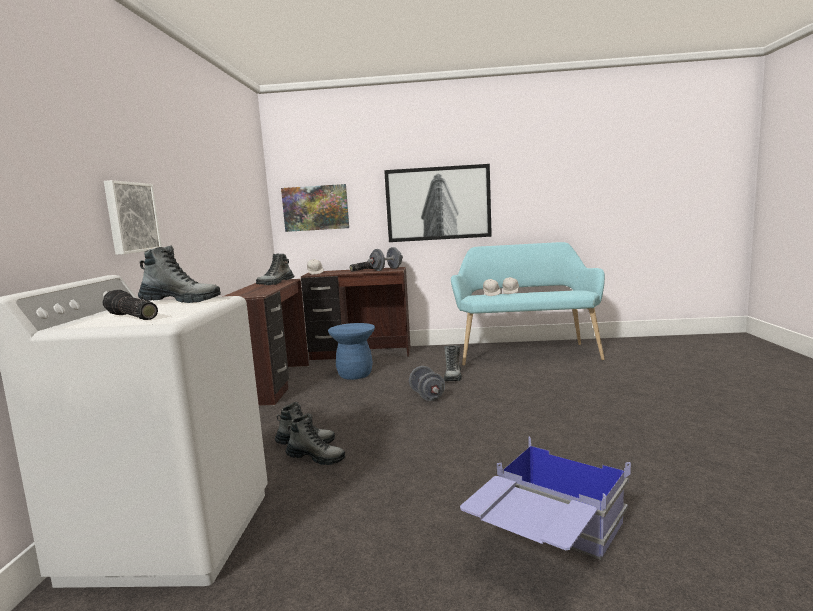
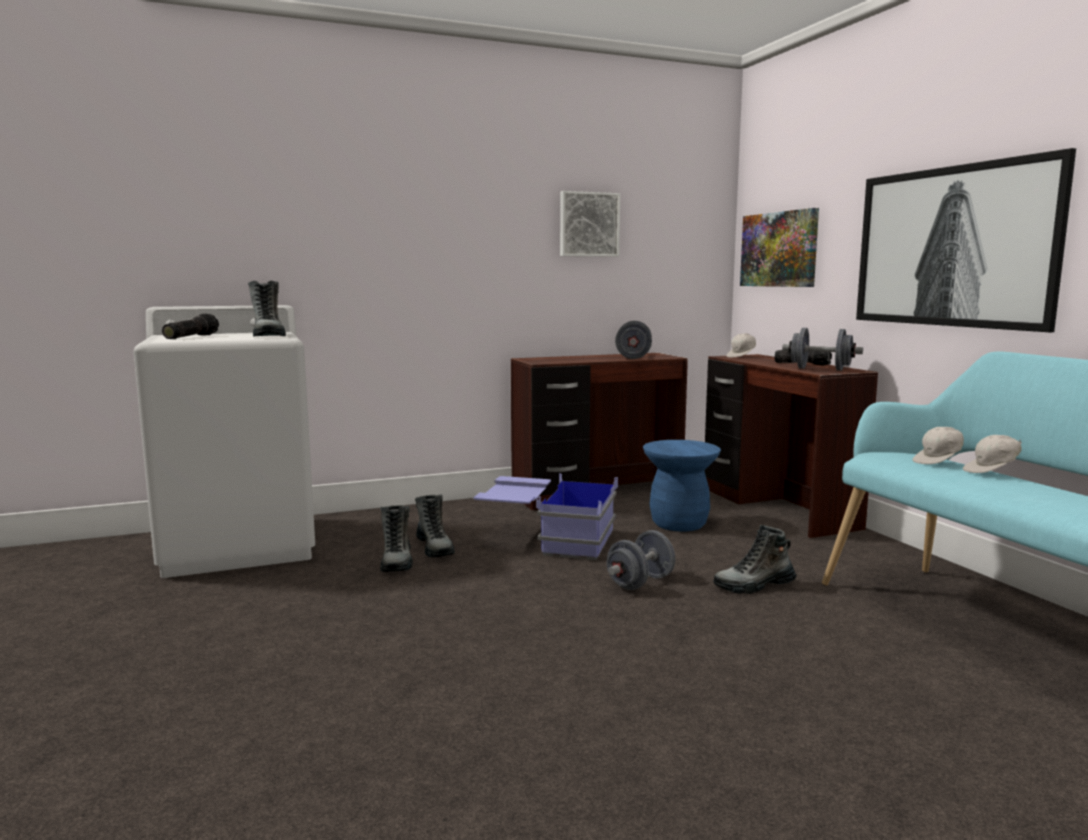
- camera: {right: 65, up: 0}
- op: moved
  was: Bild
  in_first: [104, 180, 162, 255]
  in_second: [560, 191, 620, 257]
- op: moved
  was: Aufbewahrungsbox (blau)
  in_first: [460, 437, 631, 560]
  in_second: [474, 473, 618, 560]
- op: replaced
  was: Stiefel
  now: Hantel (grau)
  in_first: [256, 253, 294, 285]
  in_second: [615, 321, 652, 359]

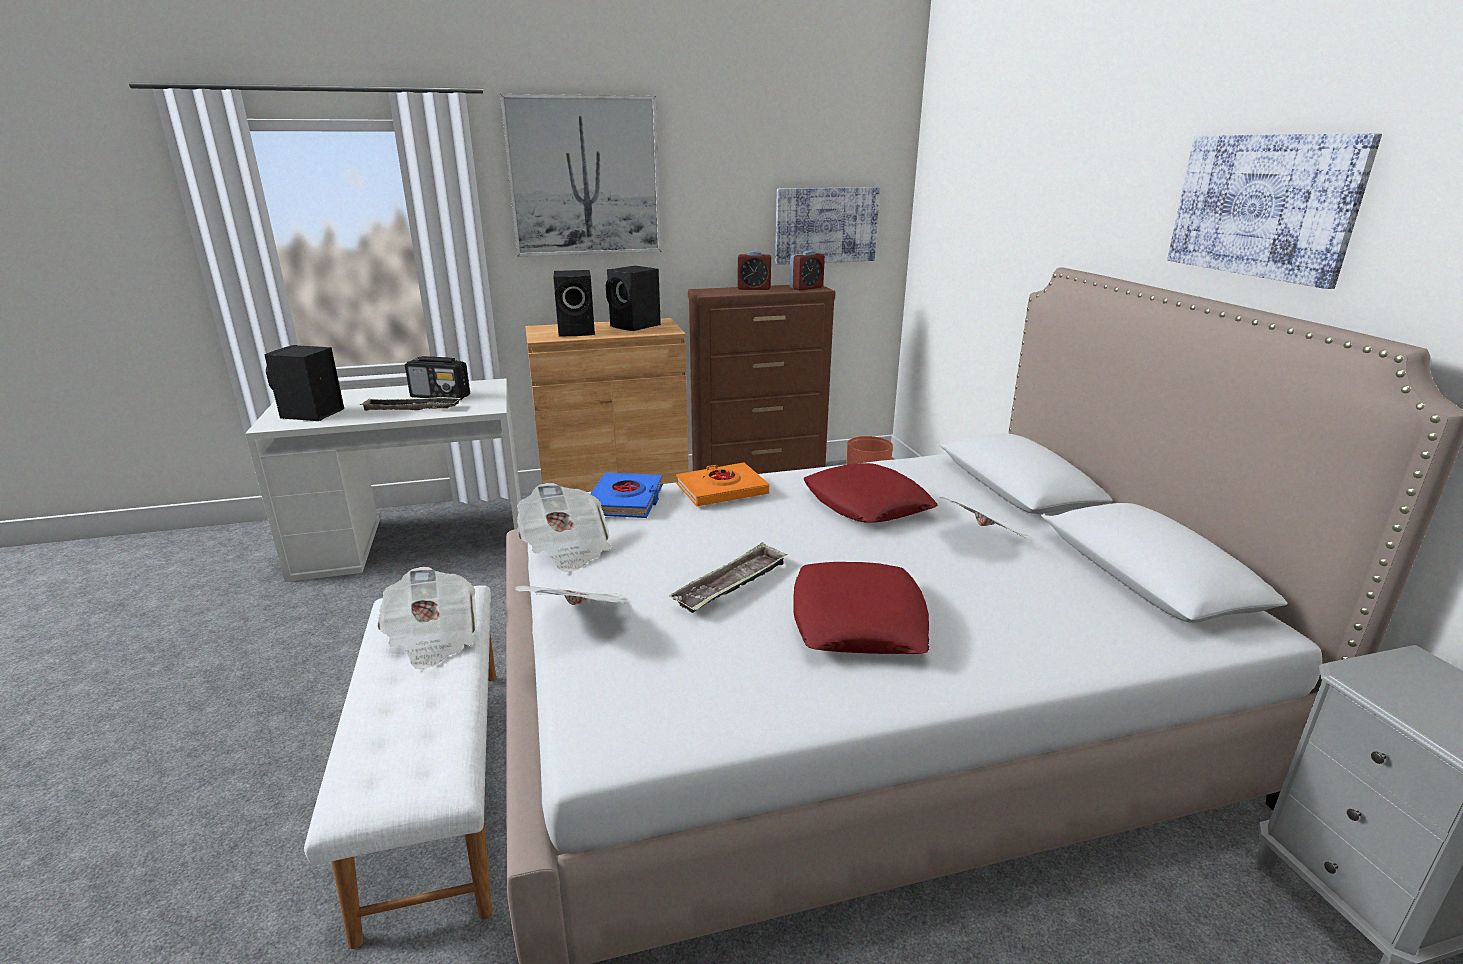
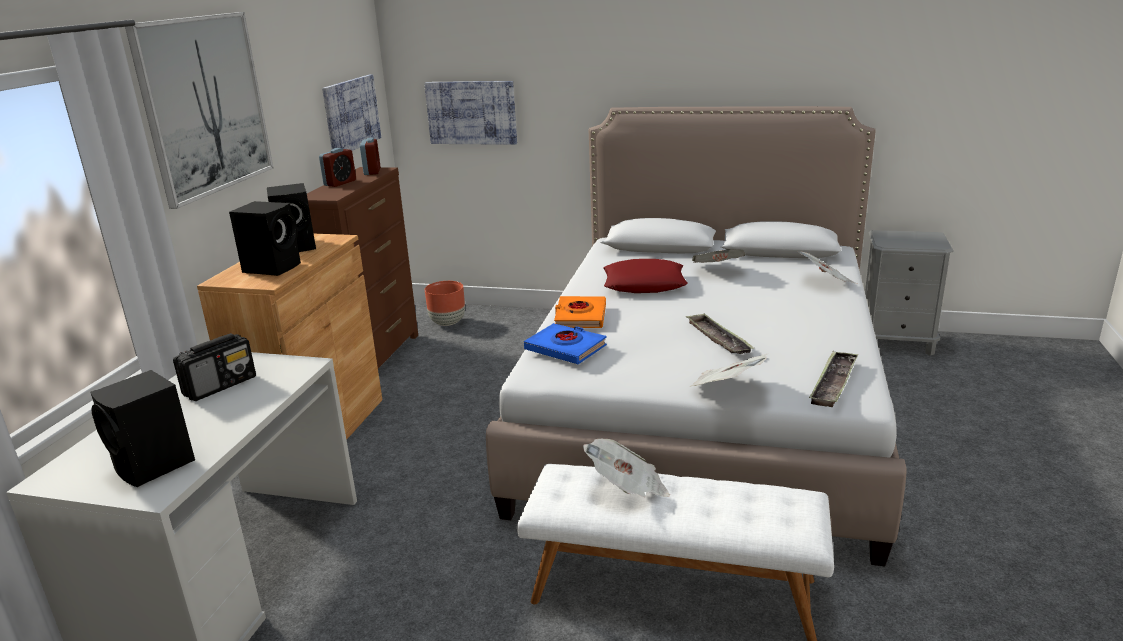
- camera: {right: -60, up: 0}
- op: removed
  was: Kissen (rot)
  in_first: [793, 562, 929, 654]
- op: moved
  was: Tablett
  in_first: [359, 397, 461, 411]
  in_second: [809, 352, 858, 407]
- op: moved
  was: Zeitung
  in_first: [517, 483, 611, 573]
  in_second: [796, 251, 857, 284]
- op: moved
  was: Bild
  in_first: [1167, 134, 1382, 289]
  in_second: [424, 81, 517, 145]

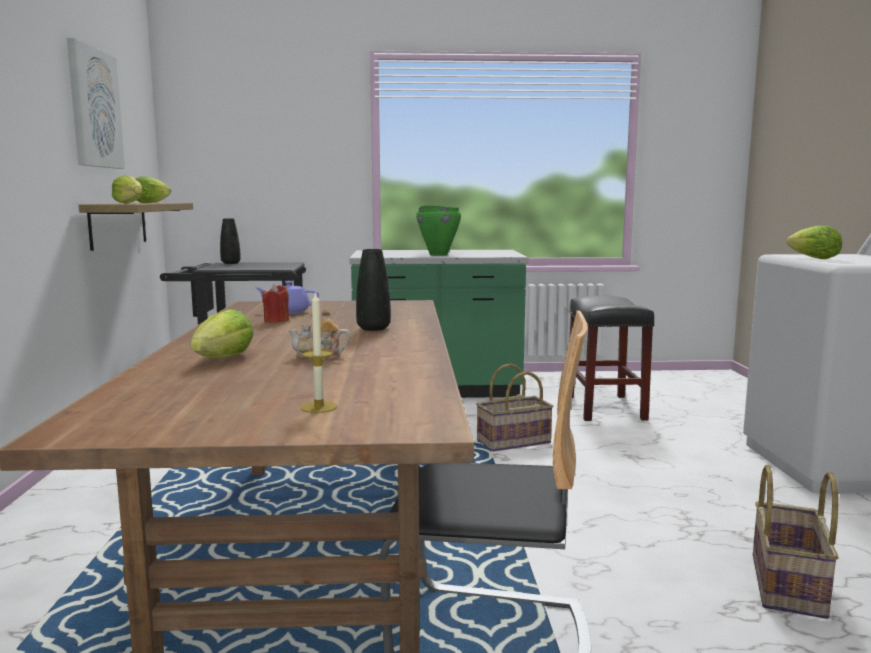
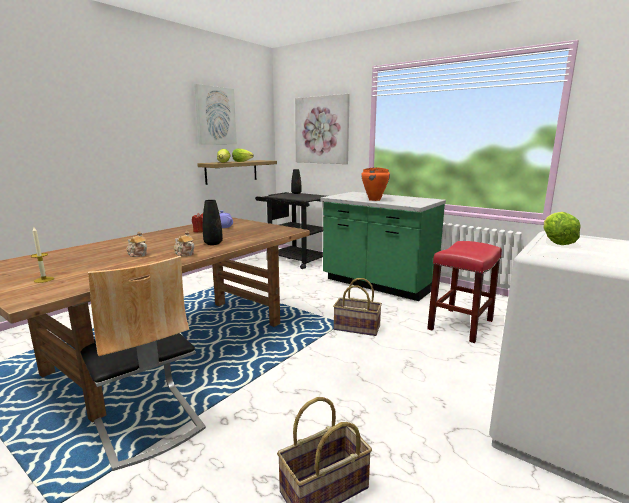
- camera: {right: 40, up: 5}
- op: removed
  was: Salatkopf
  in_first: [191, 309, 254, 358]
- op: added
  now: Teekanne
  in_second: [174, 231, 194, 256]
- op: added
  now: Bild
  in_second: [295, 94, 350, 164]
- op: recoloured
  was: Kochtopf (grün)
  now: Kochtopf (orange)
  in_first: [416, 205, 461, 256]
  in_second: [361, 167, 390, 201]
- op: recoloured
  was: Hocker (schwarz)
  now: Hocker (rot)
  in_first: [569, 296, 654, 421]
  in_second: [427, 241, 502, 343]

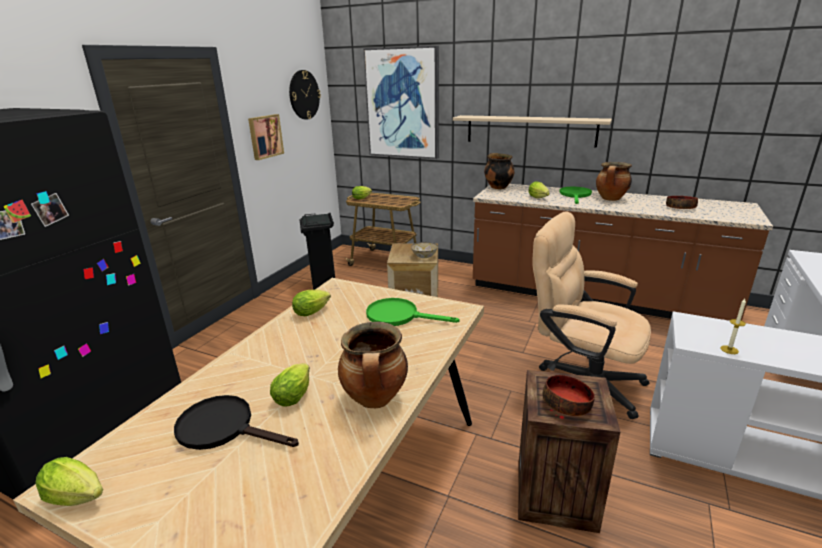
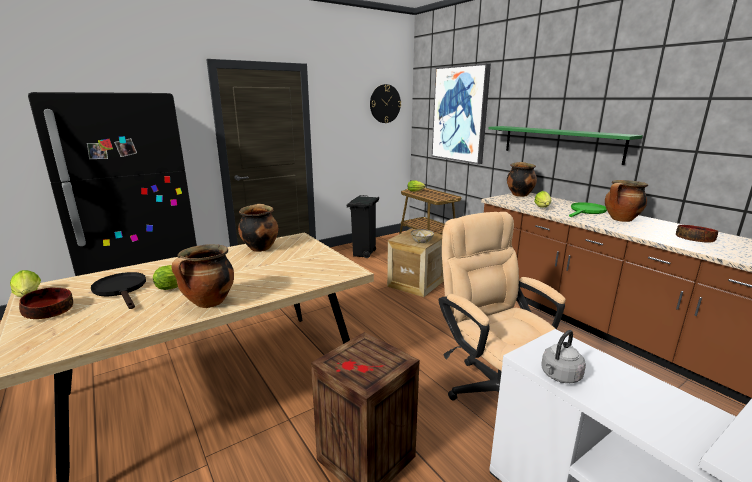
- camera: {right: 30, up: -5}
- op: removed
  was: Bild
  in_first: [248, 114, 284, 160]
- op: removed
  was: Pfanne (grün)
  in_first: [366, 298, 460, 326]
- op: moved
  was: Schüssel
  in_first: [543, 375, 595, 416]
  in_second: [19, 288, 73, 319]
- op: replaced
  was: Salatkopf
  now: Kochtopf
  in_first: [292, 290, 331, 316]
  in_second: [238, 204, 278, 252]
- op: replaced
  was: Kerze
  now: Wasserkessel (grau)
  in_first: [720, 299, 746, 354]
  in_second: [542, 330, 586, 383]
- op: recoloured
  was: Wandregal (beige)
  now: Wandregal (grün)
  in_first: [453, 115, 612, 147]
  in_second: [489, 126, 643, 165]

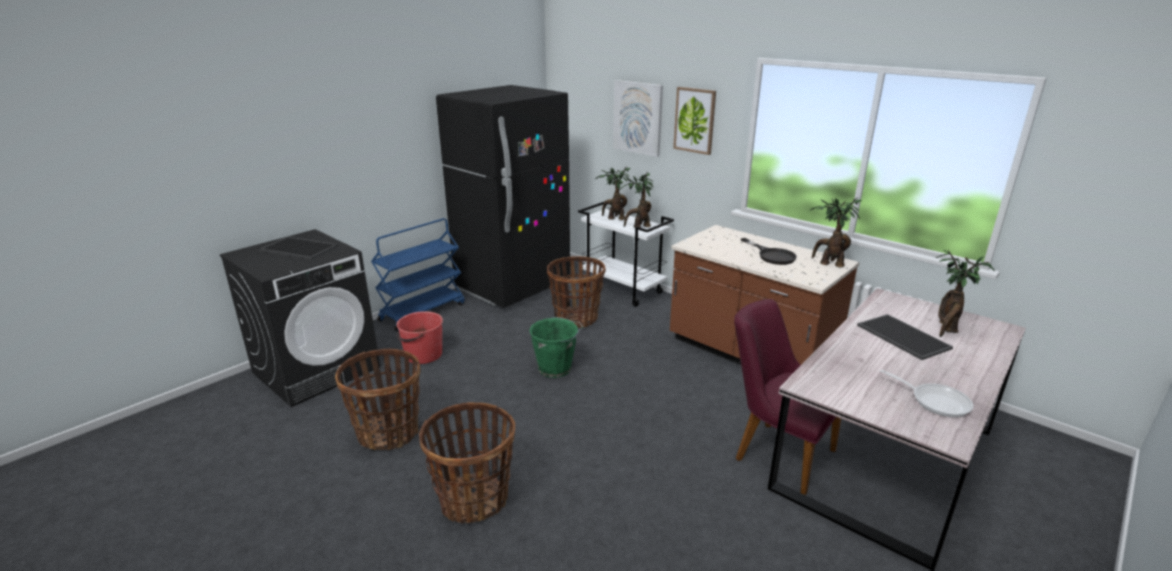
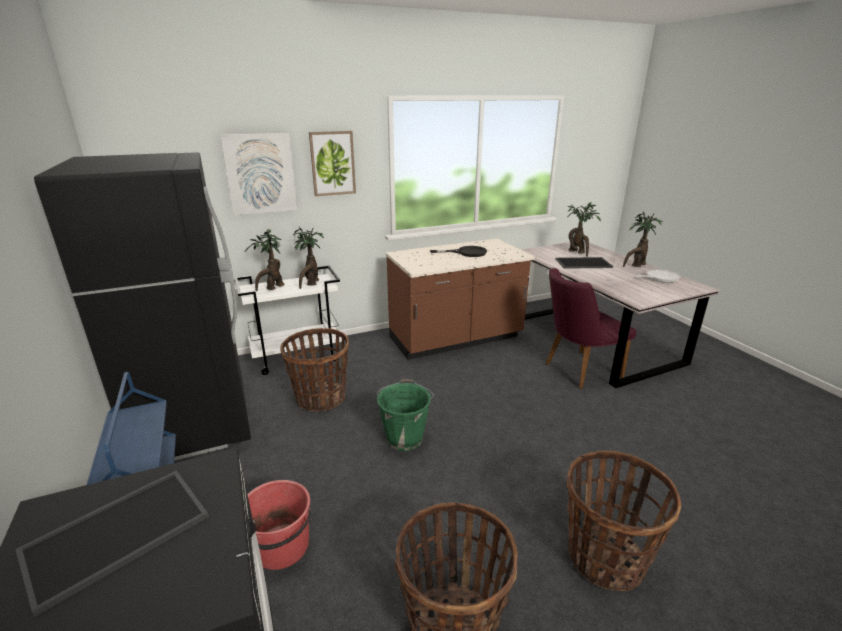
- camera: {right: -65, up: 0}
- op: moved
  was: Topfpflanze
  in_first: [810, 198, 862, 268]
  in_second: [623, 211, 663, 267]

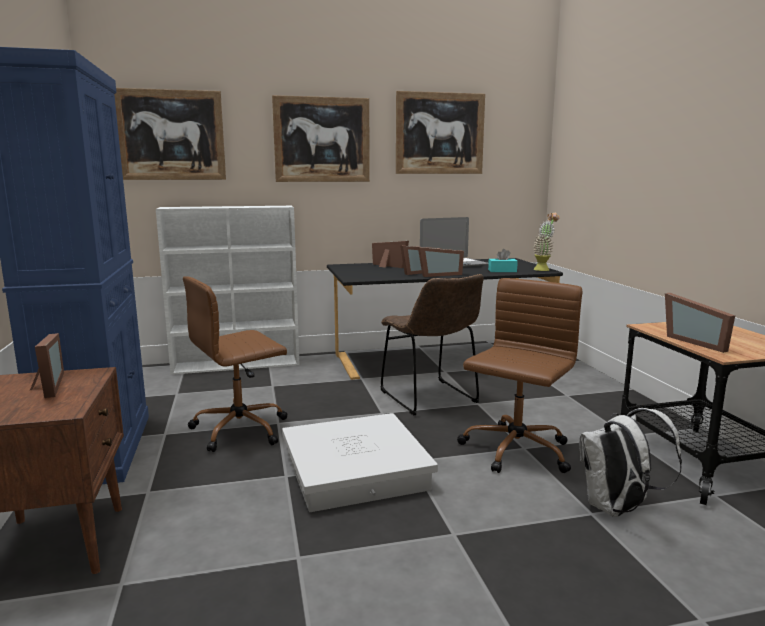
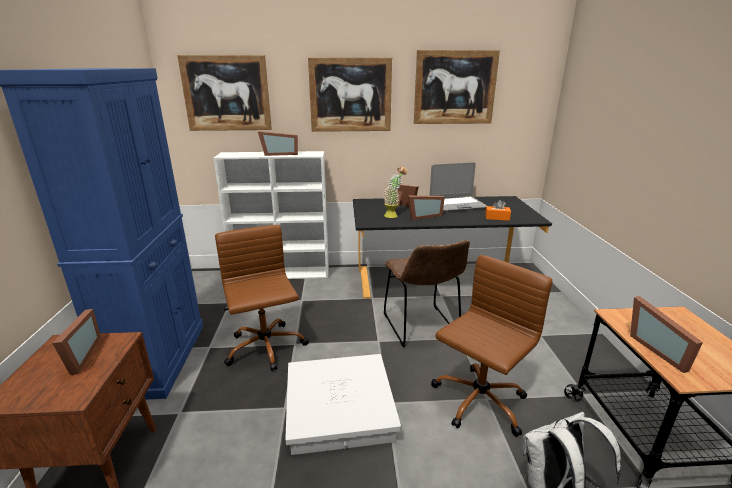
- camera: {right: 10, up: 10}
- op: moved
  was: Bilderrahmen
  in_first: [418, 247, 464, 277]
  in_second: [258, 131, 298, 156]
- op: moved
  was: Topfpflanze
  in_first: [533, 212, 560, 271]
  in_second: [384, 167, 407, 218]
- op: recoloured
  was: Taschentuchbox (türkis)
  now: Taschentuchbox (orange)
  in_first: [488, 249, 518, 272]
  in_second: [485, 200, 511, 221]
- op: turned
  was: Bürostuhl (braun)
  in_first: [183, 276, 288, 452]
  in_second: [215, 225, 309, 371]
  clockwise: 90

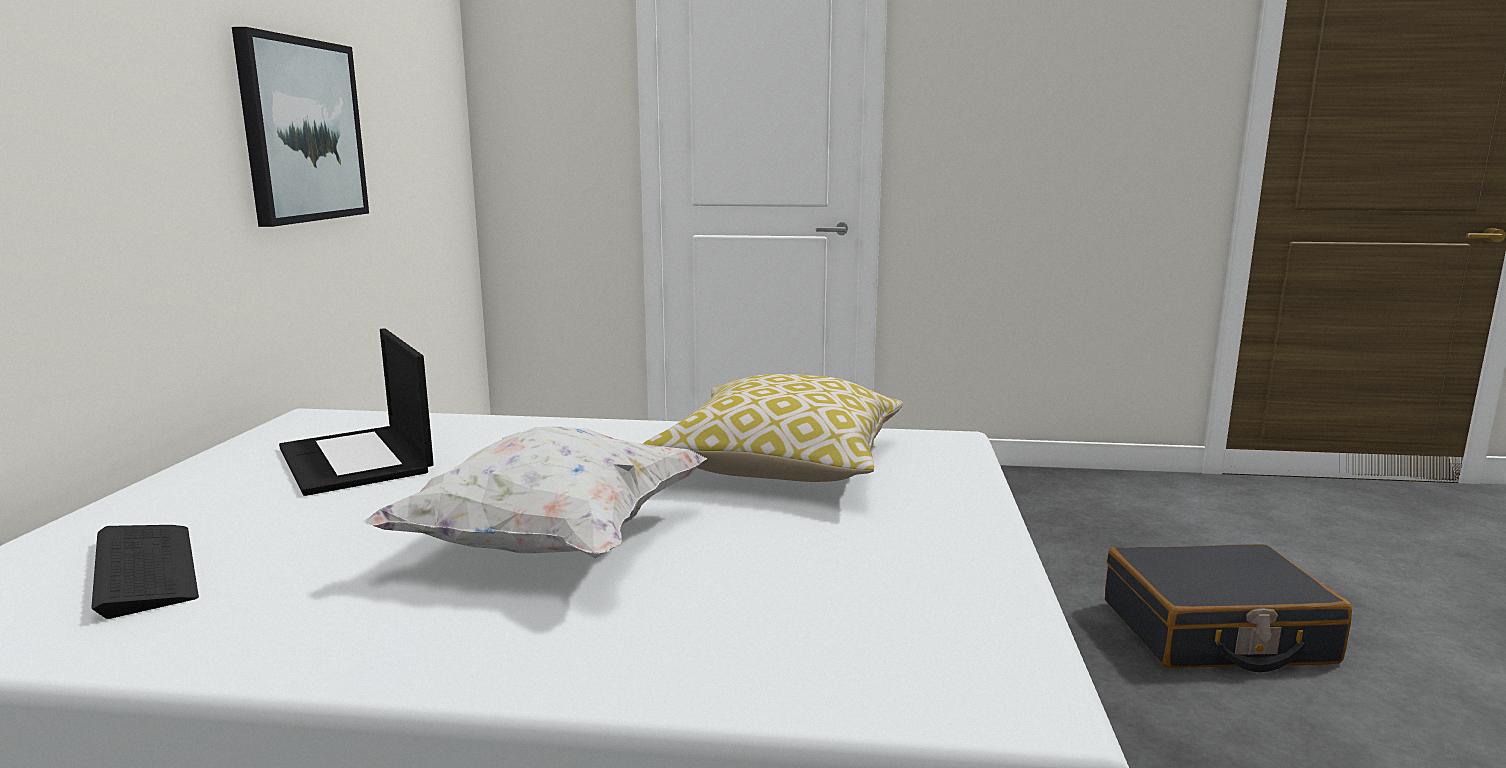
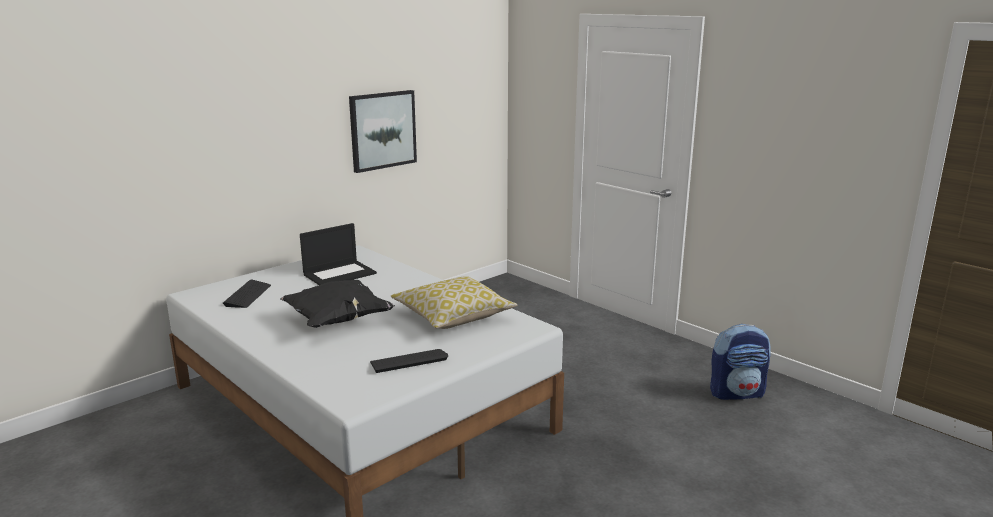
- camera: {right: 40, up: 5}
- op: removed
  was: Koffer (schwarz)
  in_first: [1105, 544, 1352, 672]
- op: added
  now: Tastatur
  in_second: [370, 349, 448, 373]
- op: added
  now: Rucksack
  in_second: [710, 324, 770, 400]
- op: recoloured
  was: Kissen (weiß)
  now: Kissen (schwarz)
  in_first: [363, 426, 707, 558]
  in_second: [280, 280, 395, 328]
- op: turned
  was: Laptop
  in_first: [279, 328, 434, 496]
  in_second: [300, 223, 377, 285]
  clockwise: -135

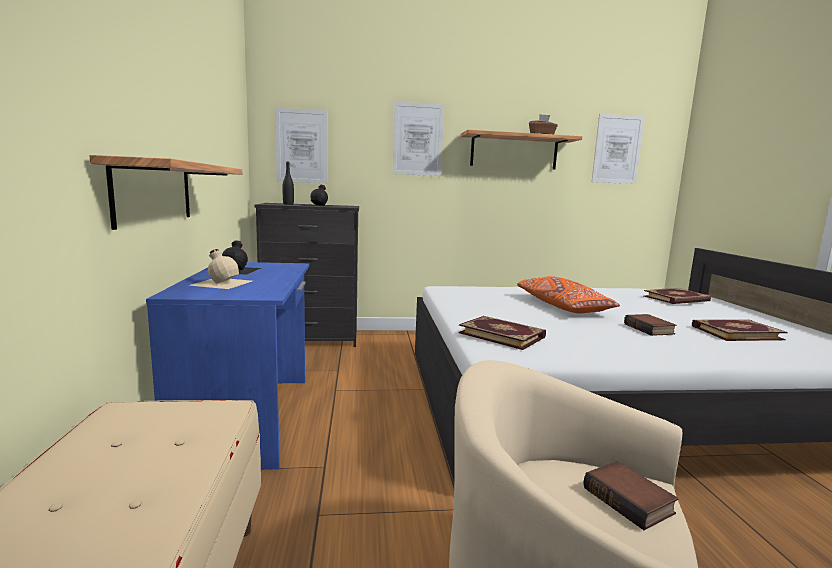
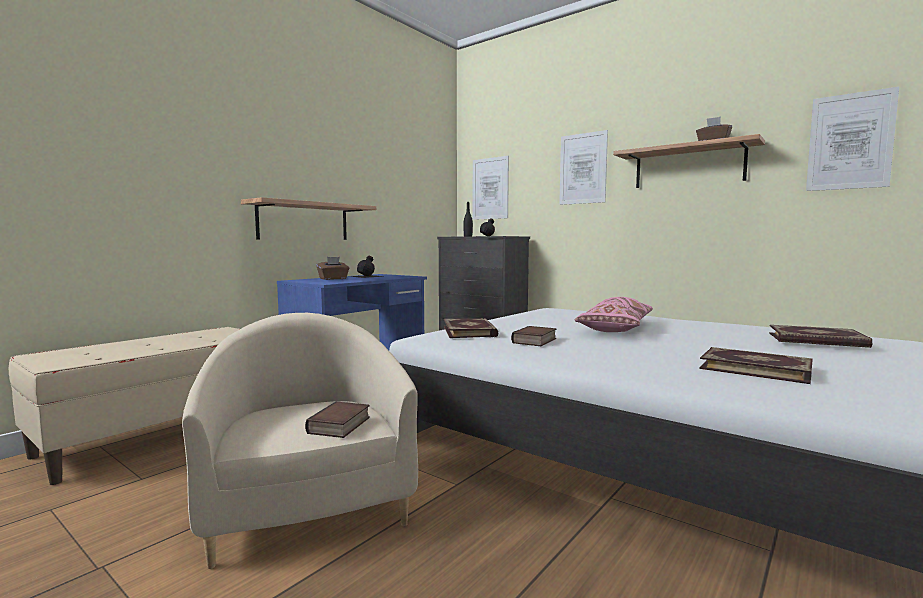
- camera: {right: 45, up: -5}
- op: moved
  was: Buch
  in_first: [624, 314, 676, 336]
  in_second: [511, 326, 556, 346]
- op: replaced
  was: Flasche (beige)
  now: Taschentuchbox (braun)
  in_first: [189, 249, 252, 289]
  in_second: [316, 257, 349, 280]
- op: recoloured
  was: Kissen (orange)
  now: Kissen (rosa)
  in_first: [517, 276, 620, 314]
  in_second: [575, 297, 653, 332]

